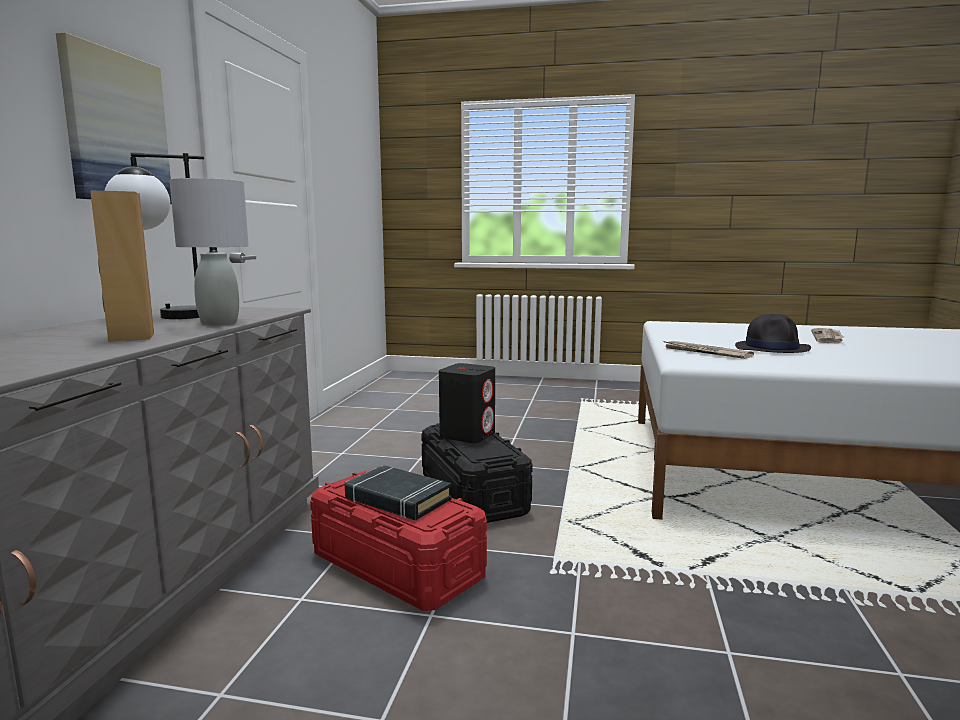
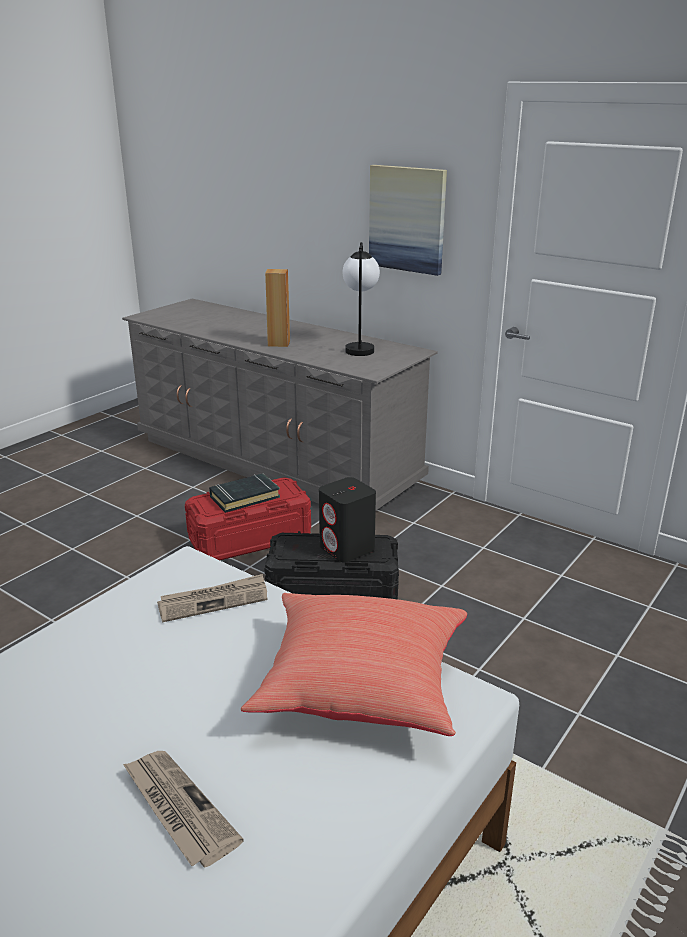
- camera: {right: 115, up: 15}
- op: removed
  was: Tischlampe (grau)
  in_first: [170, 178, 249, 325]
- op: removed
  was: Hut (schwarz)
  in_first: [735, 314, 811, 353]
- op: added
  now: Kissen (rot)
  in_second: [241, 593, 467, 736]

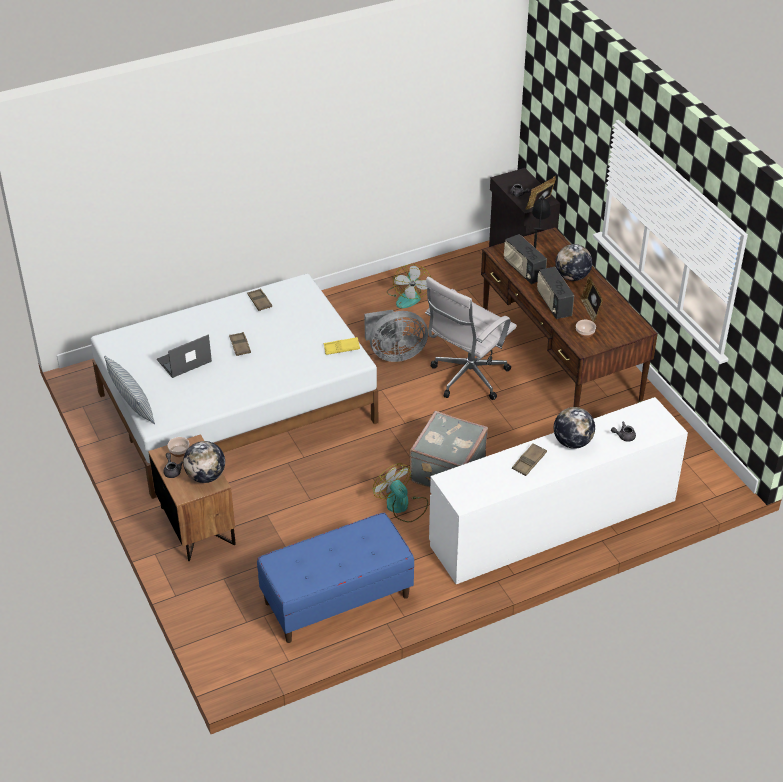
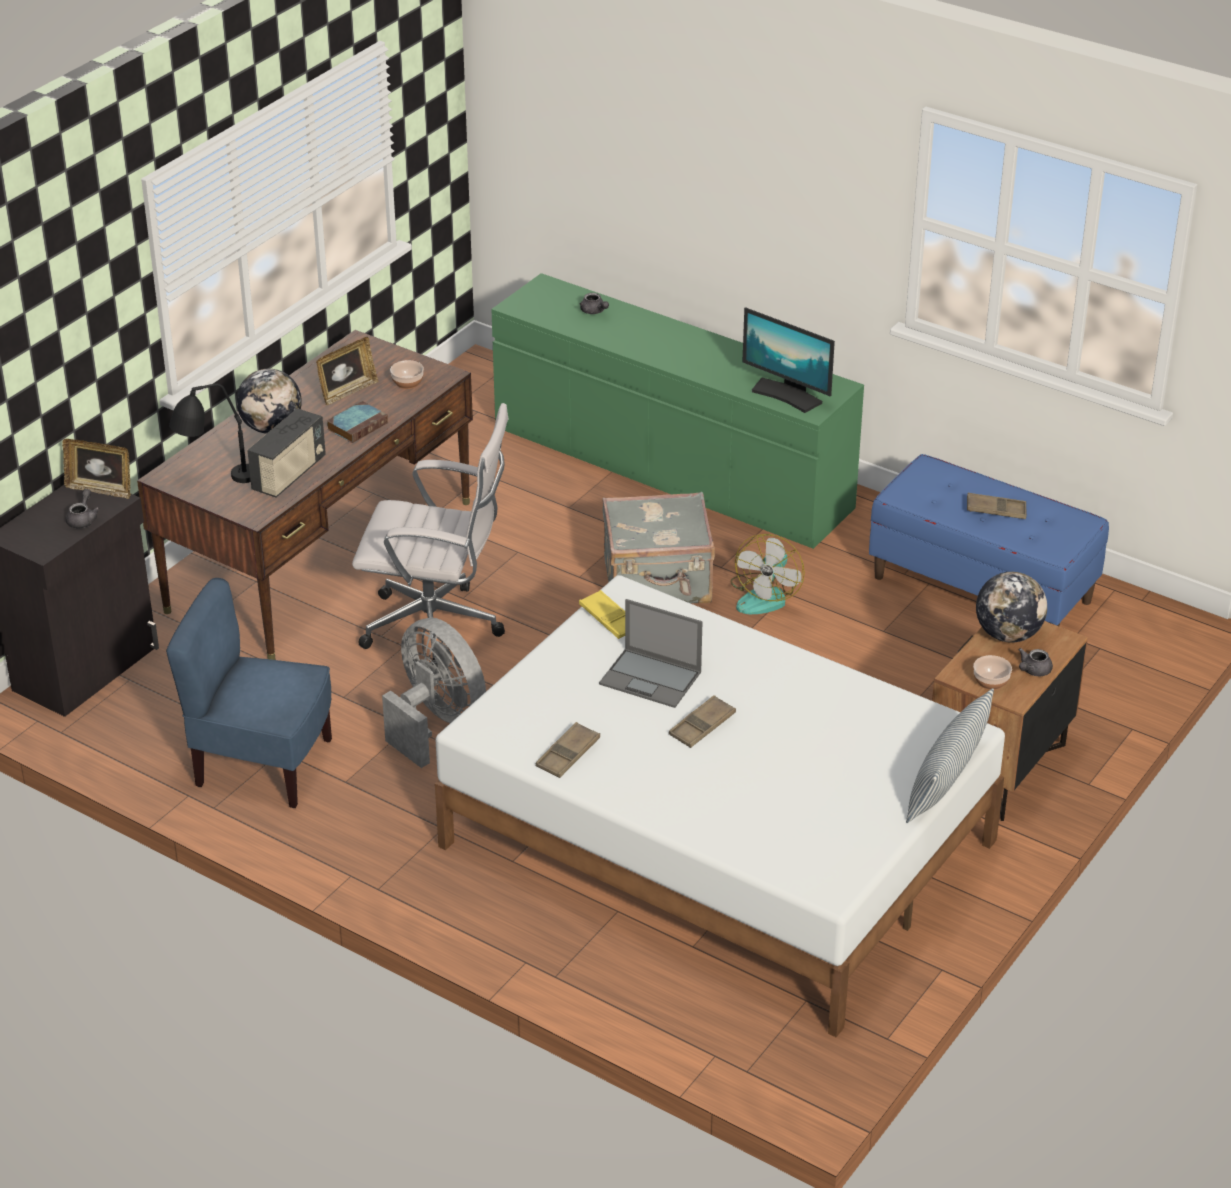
- camera: {right: -120, up: -5}
- op: removed
  was: Globus
  in_first: [554, 407, 595, 449]
- op: added
  now: Monitor
  in_second: [742, 307, 835, 413]
- op: moved
  was: Laptop
  in_first: [157, 335, 212, 378]
  in_second: [599, 599, 703, 708]
- op: moved
  was: Tablett (braun)
  in_first: [512, 443, 547, 476]
  in_second: [967, 493, 1027, 519]
- op: replaced
  was: Ventilator
  now: Stuhl (blau)
  in_first: [387, 264, 431, 308]
  in_second: [166, 578, 332, 808]
- op: replaced
  was: Radio
  now: Buch
  in_first: [537, 267, 574, 319]
  in_second: [327, 401, 388, 443]
- op: recoloured
  was: Kommode (weiß)
  now: Kommode (grün)
  in_first: [429, 397, 688, 584]
  in_second: [491, 273, 864, 549]

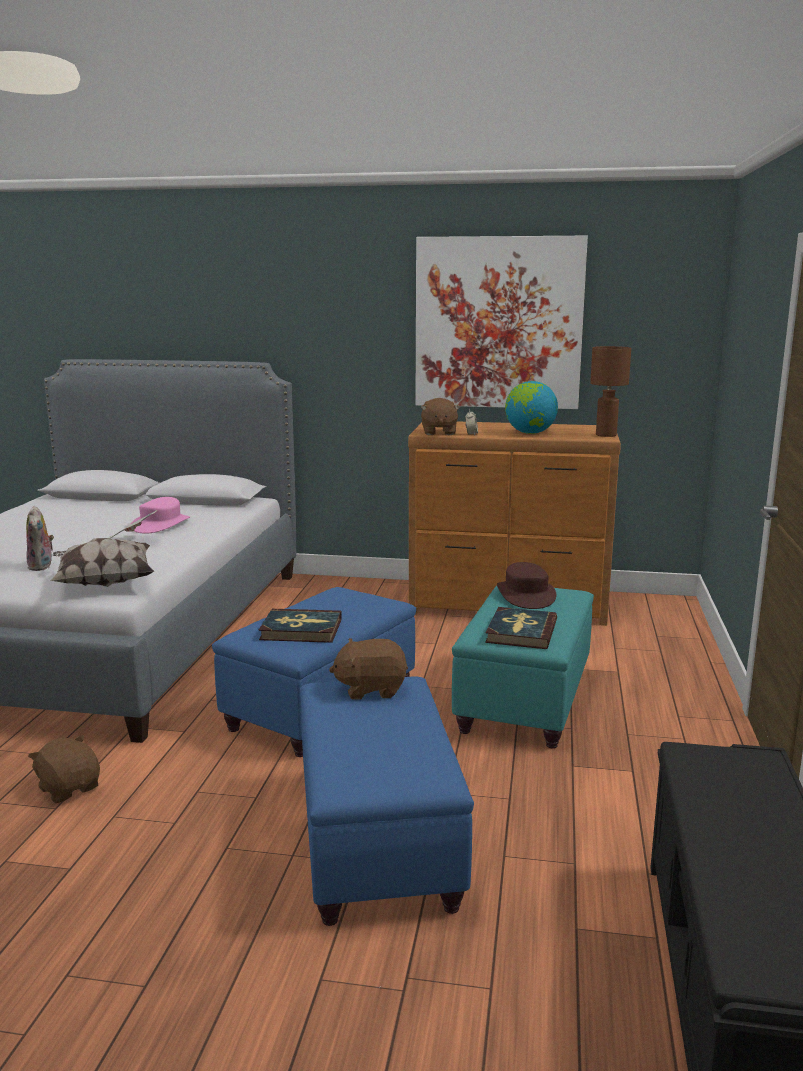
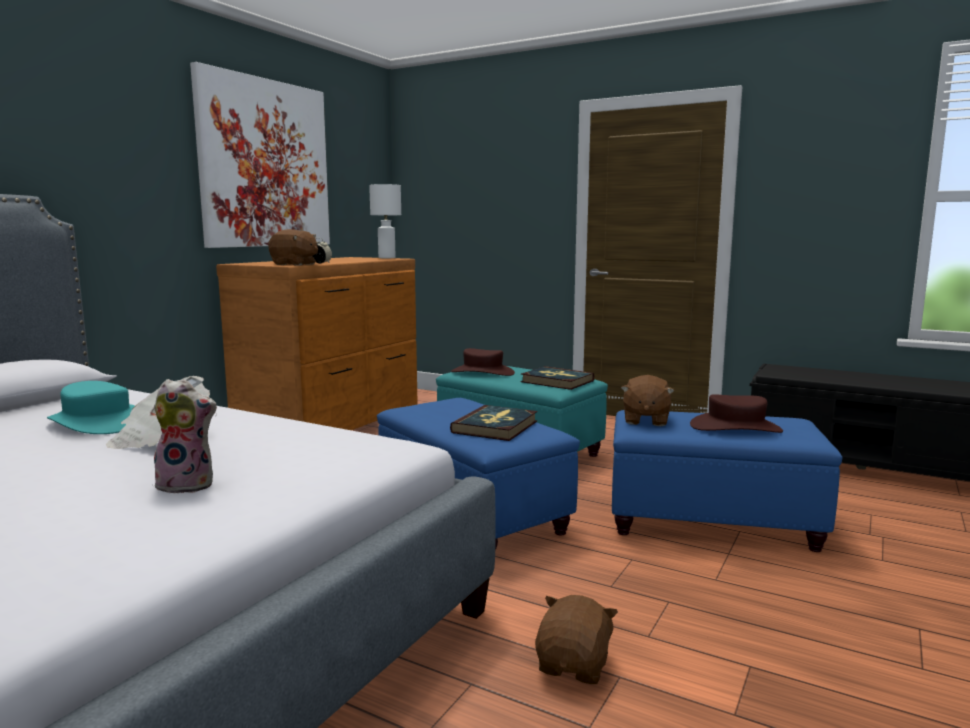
- camera: {right: -70, up: -5}
- op: removed
  was: Kissen
  in_first: [50, 538, 155, 587]
- op: removed
  was: Globus
  in_first: [505, 381, 558, 434]
- op: added
  now: Hut (braun)
  in_second: [690, 394, 783, 433]
- op: recoloured
  was: Hut (rosa)
  now: Hut (türkis)
  in_first: [130, 497, 190, 534]
  in_second: [47, 381, 135, 434]
- op: recoloured
  was: Tischlampe (braun)
  now: Tischlampe (weiß)
  in_first: [590, 346, 631, 437]
  in_second: [369, 184, 401, 258]
- op: turned
  was: Plüschtier (braun)
  in_first: [28, 735, 100, 803]
  in_second: [535, 595, 618, 684]
  clockwise: 135

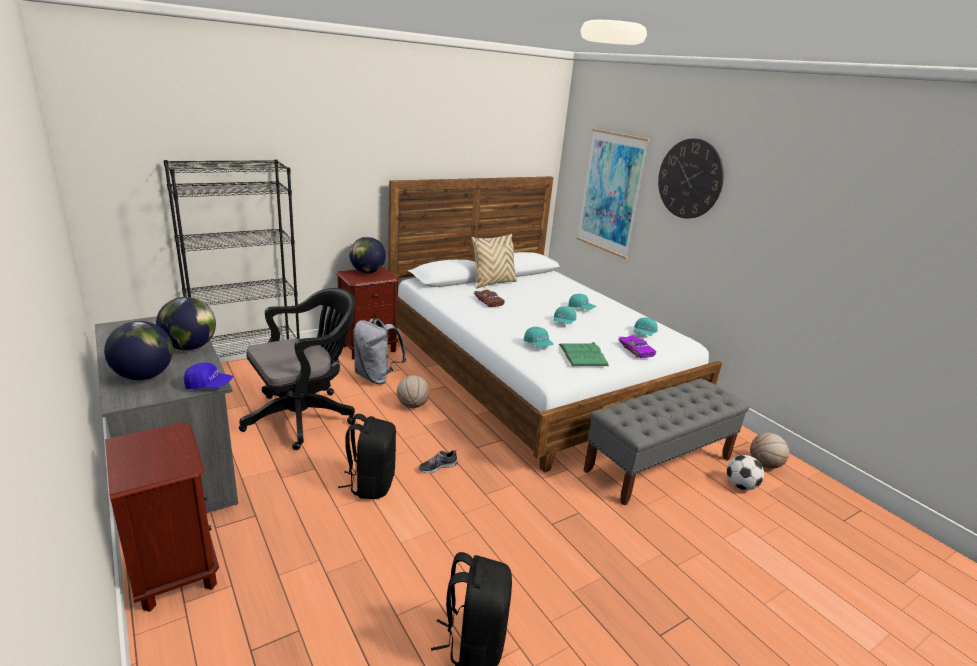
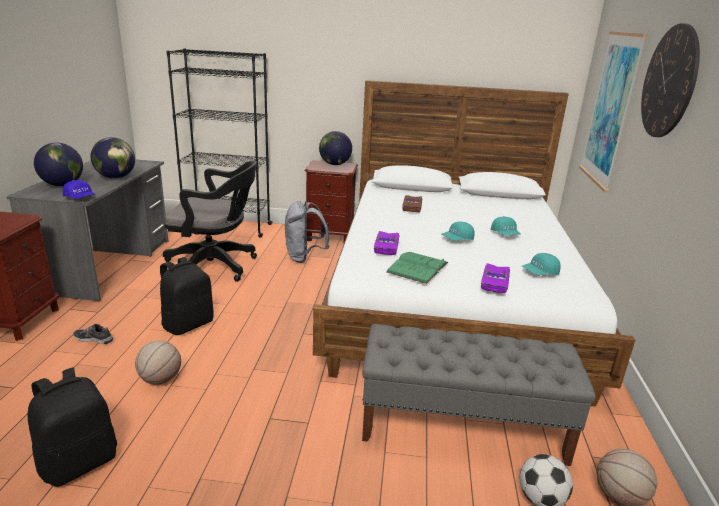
- camera: {right: 40, up: 0}
- op: removed
  was: Kissen (beige)
  in_first: [472, 234, 517, 289]
- op: moved
  was: Basketball
  in_first: [397, 375, 430, 408]
  in_second: [135, 341, 181, 385]
- op: moved
  was: Schuh
  in_first: [418, 449, 458, 474]
  in_second: [73, 324, 113, 344]
- op: replaced
  was: Kappe (türkis)
  now: Spielzeugauto (lila)
  in_first: [524, 327, 554, 347]
  in_second: [374, 231, 400, 255]

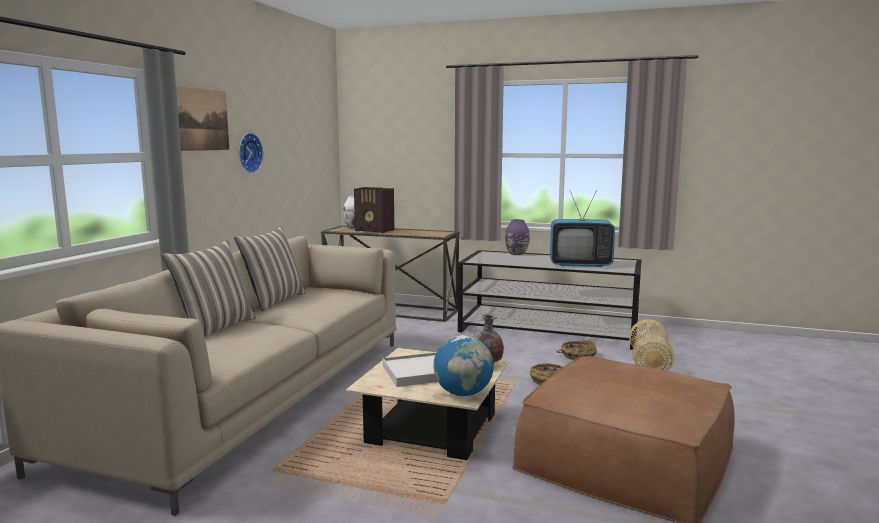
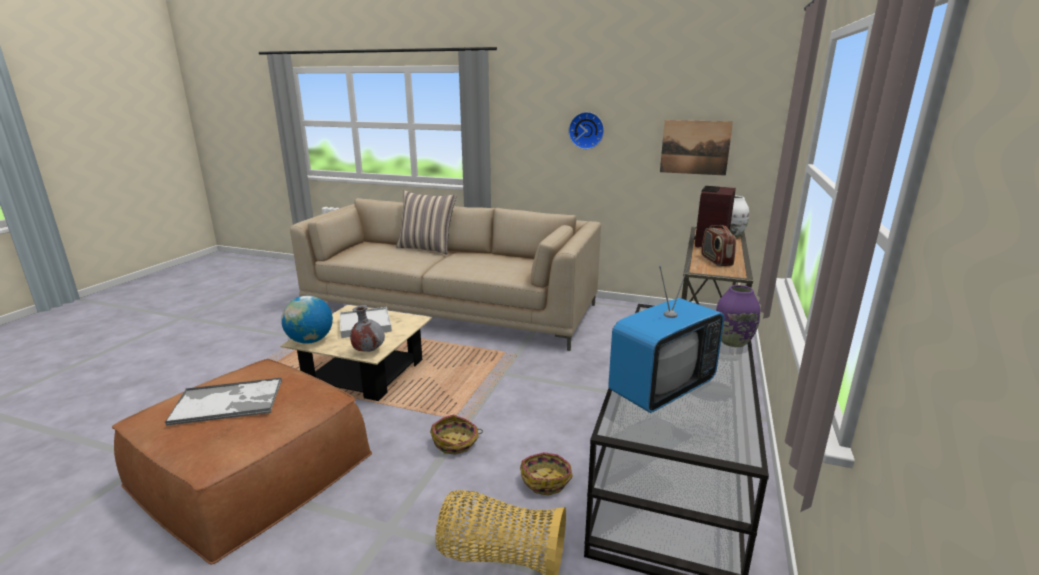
- camera: {right: 90, up: 10}
- op: removed
  was: Kissen
  in_first: [234, 226, 306, 311]
- op: added
  now: Tablett
  in_second: [165, 378, 282, 426]
- op: added
  now: Radio
  in_second: [701, 225, 736, 266]
- op: moved
  was: Bild
  in_first: [176, 86, 229, 151]
  in_second: [660, 120, 733, 176]
- op: turned
  was: Fernseher
  in_first: [550, 190, 615, 267]
  in_second: [608, 256, 724, 413]
  clockwise: -135

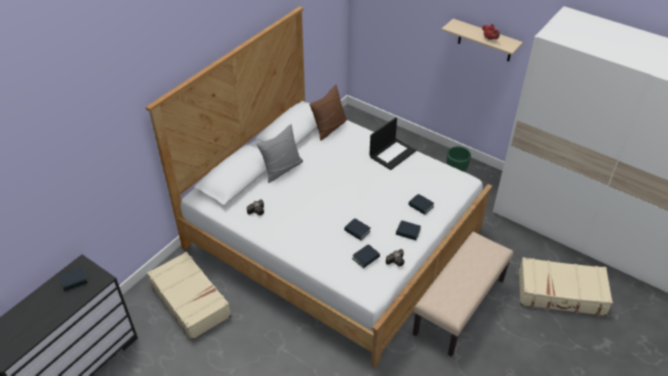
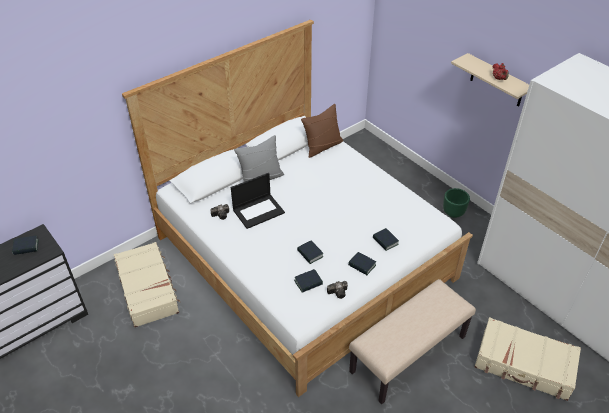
- camera: {right: 15, up: 0}
- op: moved
  was: Laptop
  in_first: [369, 117, 416, 170]
  in_second: [231, 173, 285, 229]

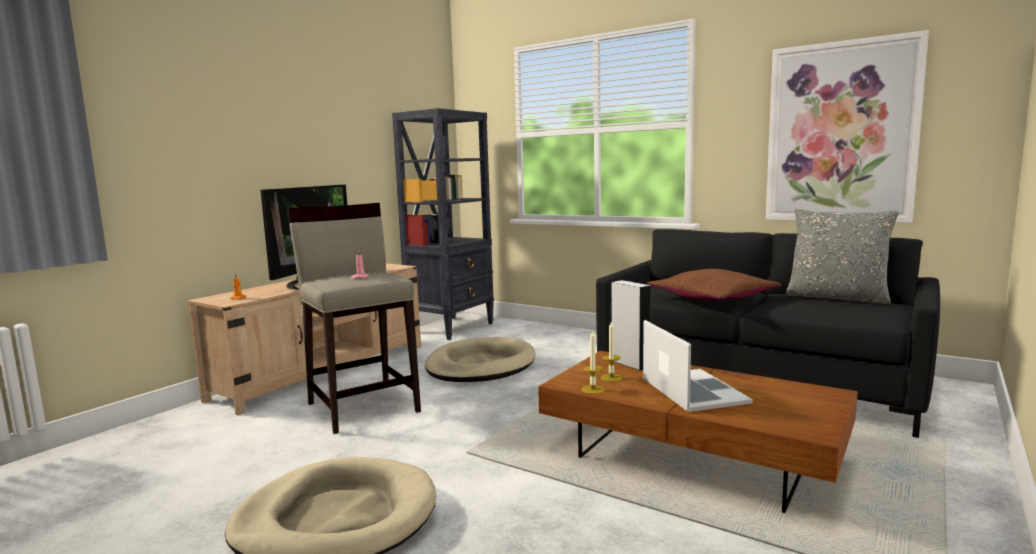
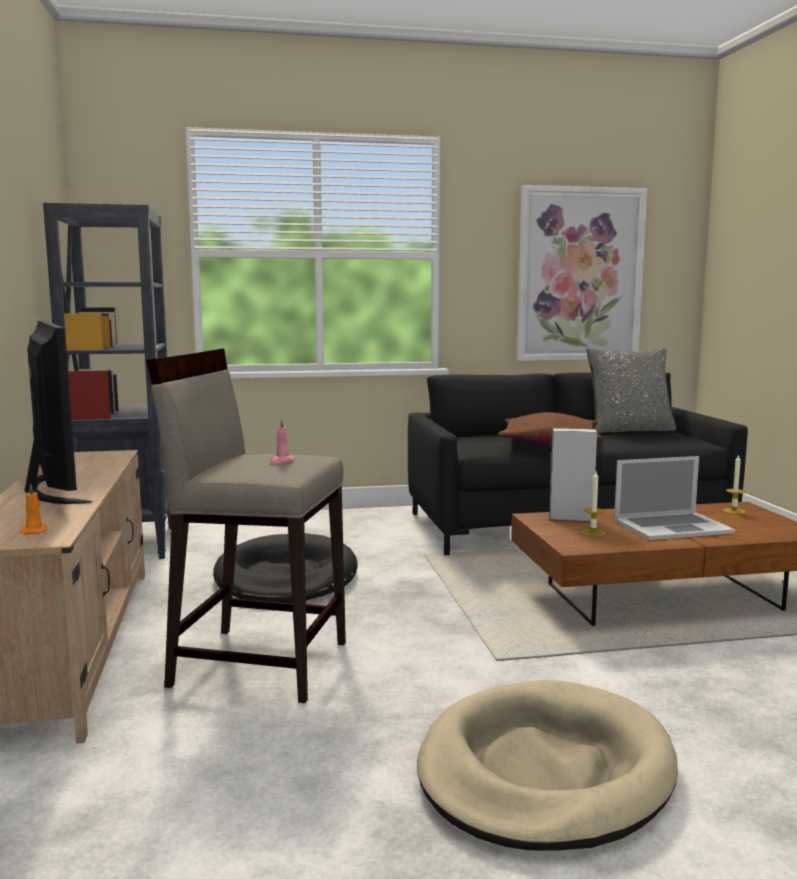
- camera: {right: -45, up: 0}
- op: moved
  was: Kerze
  in_first: [582, 330, 605, 394]
  in_second: [723, 454, 746, 514]
- op: recoloured
  was: Hundebett (beige)
  now: Hundebett (schwarz)
  in_first: [425, 337, 535, 382]
  in_second: [213, 533, 358, 603]
- op: turned
  was: Laptop
  in_first: [643, 320, 753, 412]
  in_second: [614, 456, 735, 540]
  clockwise: 135

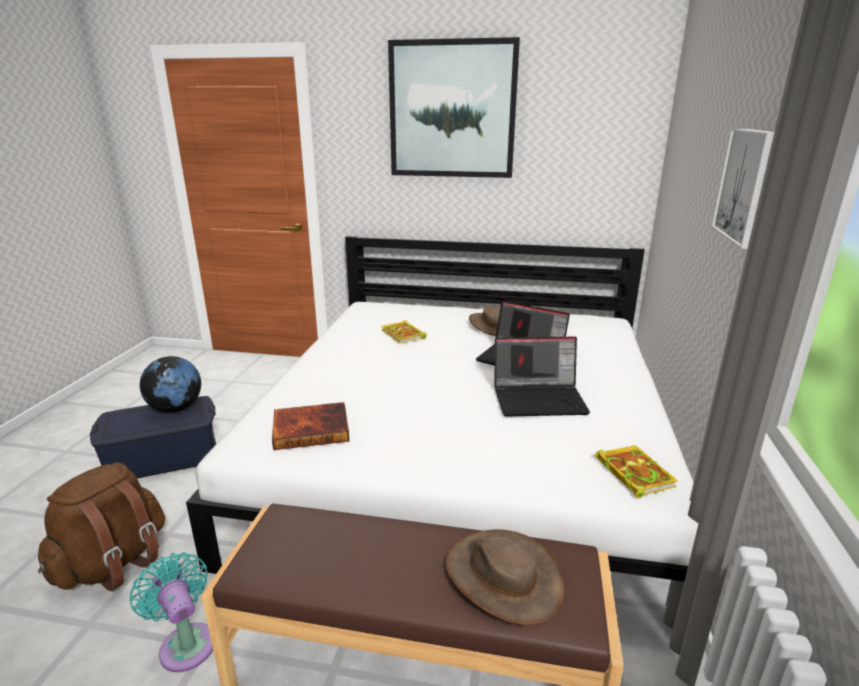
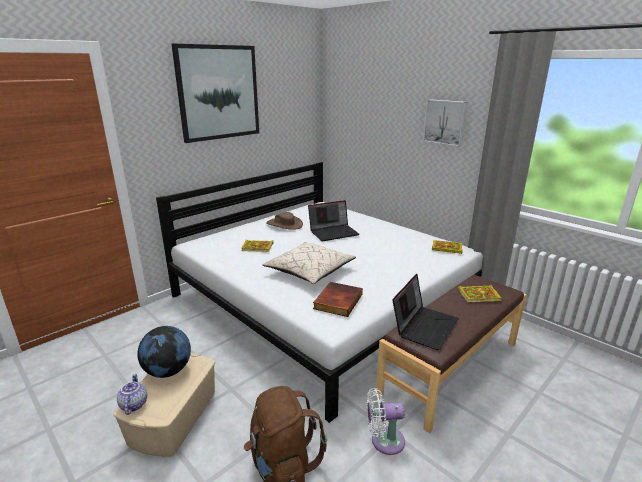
- camera: {right: -55, up: 0}
- op: added
  now: Teekanne
  in_second: [117, 374, 147, 415]
- op: added
  now: Kissen (beige)
  in_second: [263, 242, 356, 284]
- op: moved
  was: Laptop
  in_first: [495, 337, 590, 417]
  in_second: [392, 274, 459, 350]
- op: replaced
  was: Hut (braun)
  now: Buch
  in_first: [445, 529, 564, 625]
  in_second: [458, 285, 502, 302]
- op: recoloured
  was: Aufbewahrungsbox (blau)
  now: Aufbewahrungsbox (beige)
  in_first: [90, 396, 216, 479]
  in_second: [114, 353, 215, 457]
- op: recoloured
  was: Ventilator (türkis)
  now: Ventilator (weiß)
  in_first: [130, 552, 213, 672]
  in_second: [367, 388, 405, 455]

